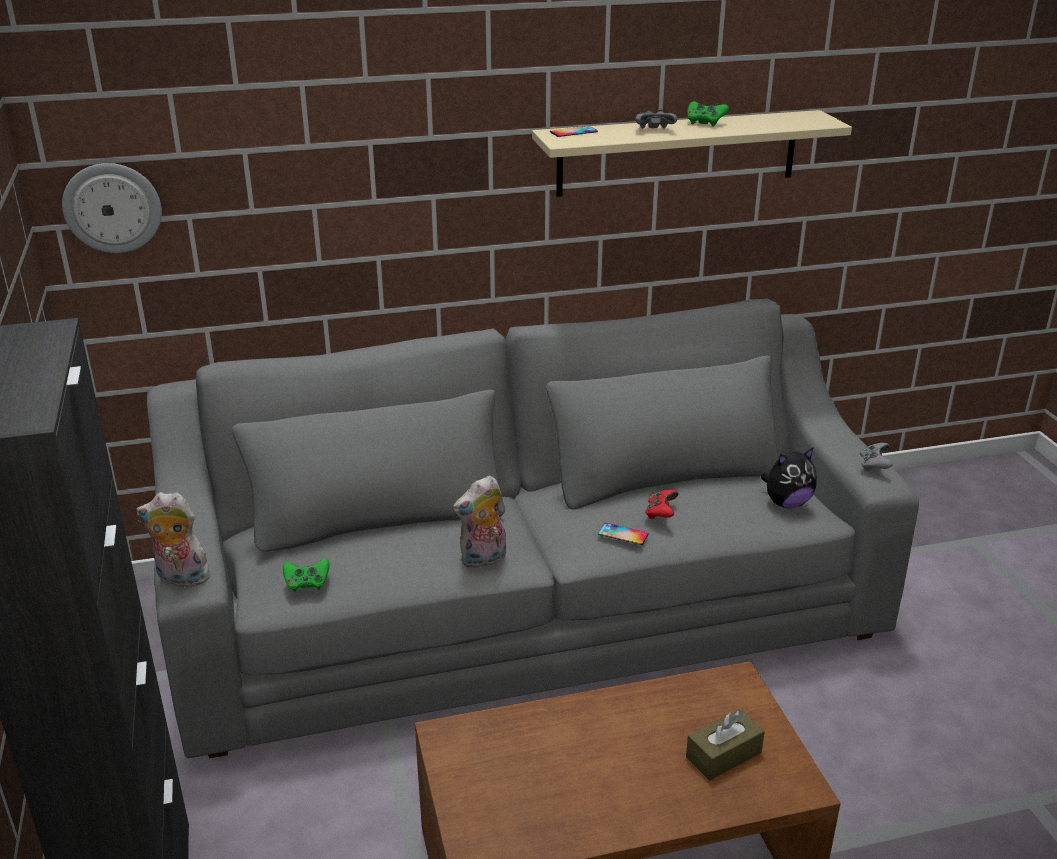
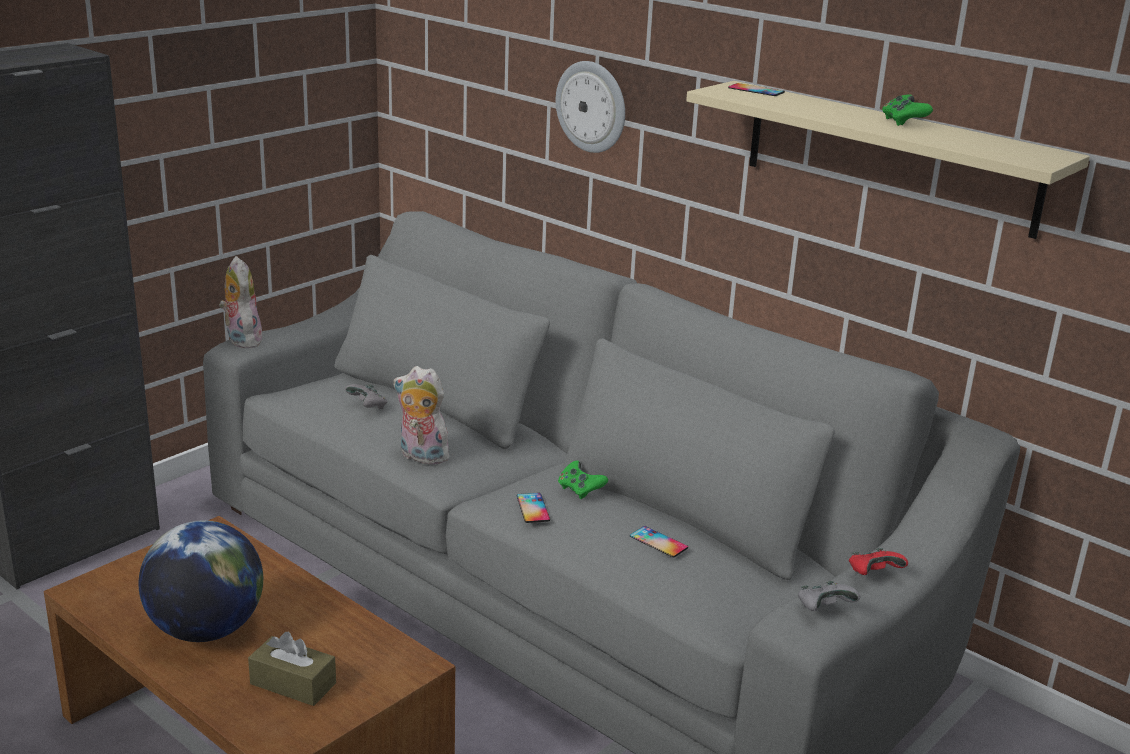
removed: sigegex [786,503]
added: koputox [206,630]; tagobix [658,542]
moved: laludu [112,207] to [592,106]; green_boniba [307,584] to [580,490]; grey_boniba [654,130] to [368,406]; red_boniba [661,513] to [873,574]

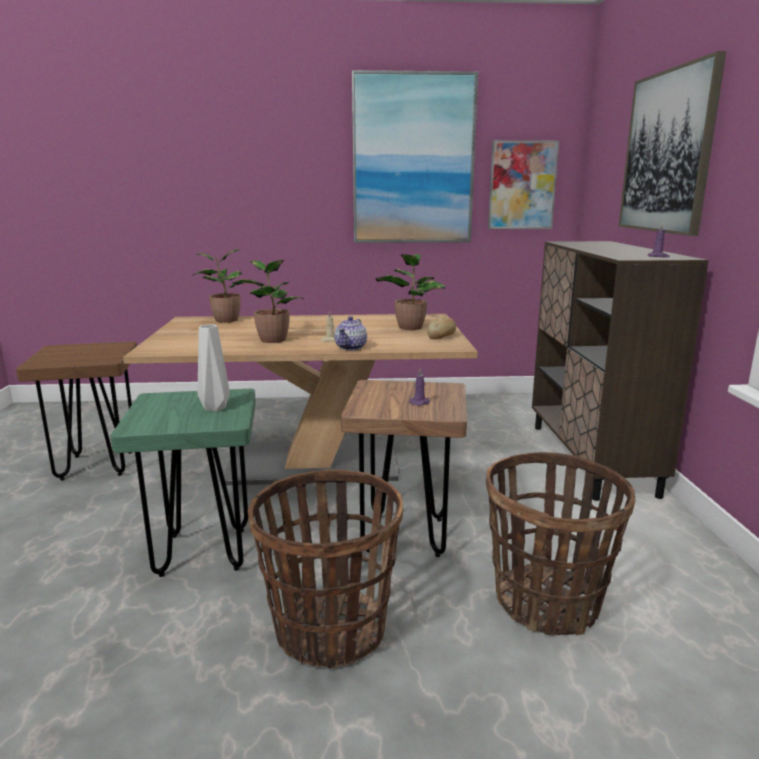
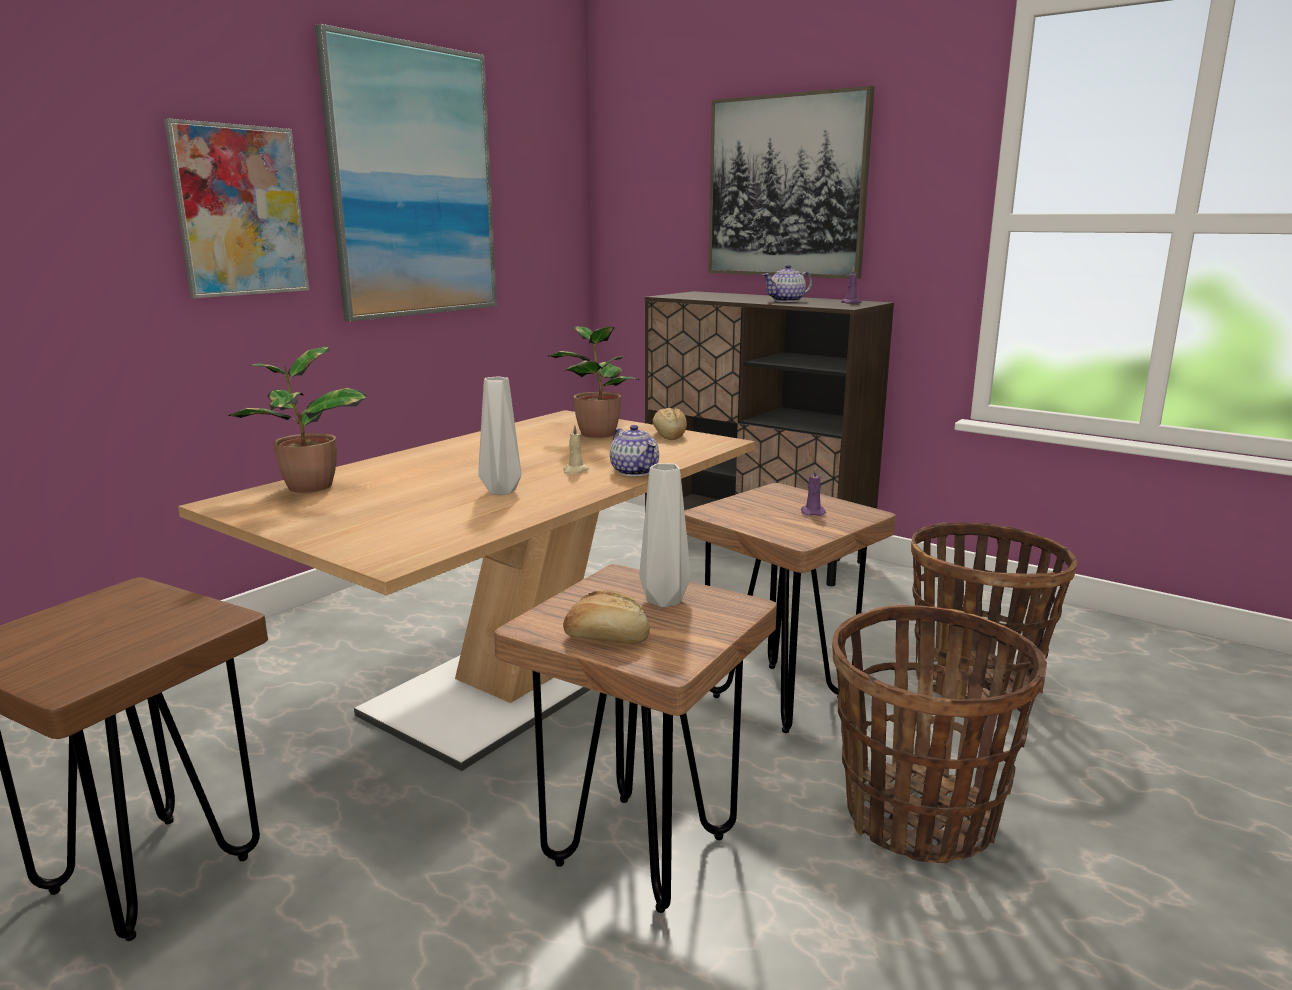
added: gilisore [606,637]; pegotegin [787,301]
moved: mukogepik [522,185] to [240,211]
replaced: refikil [271,339] to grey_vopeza [502,491]
recoloured: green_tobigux [203,552] to brown_tobigux [640,851]

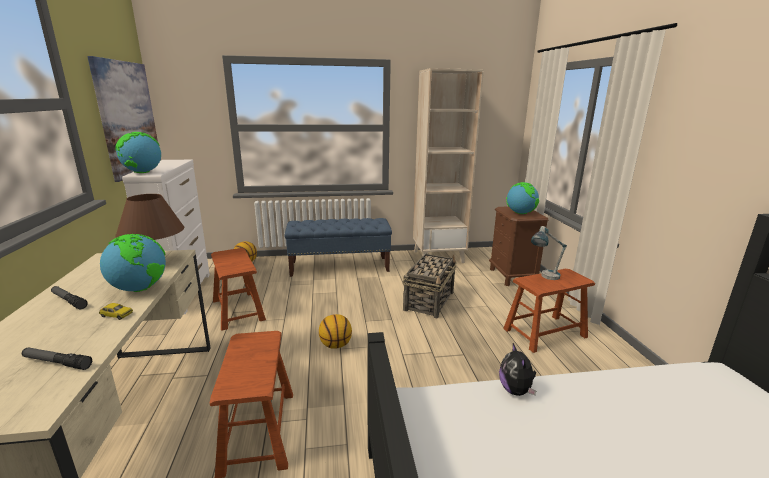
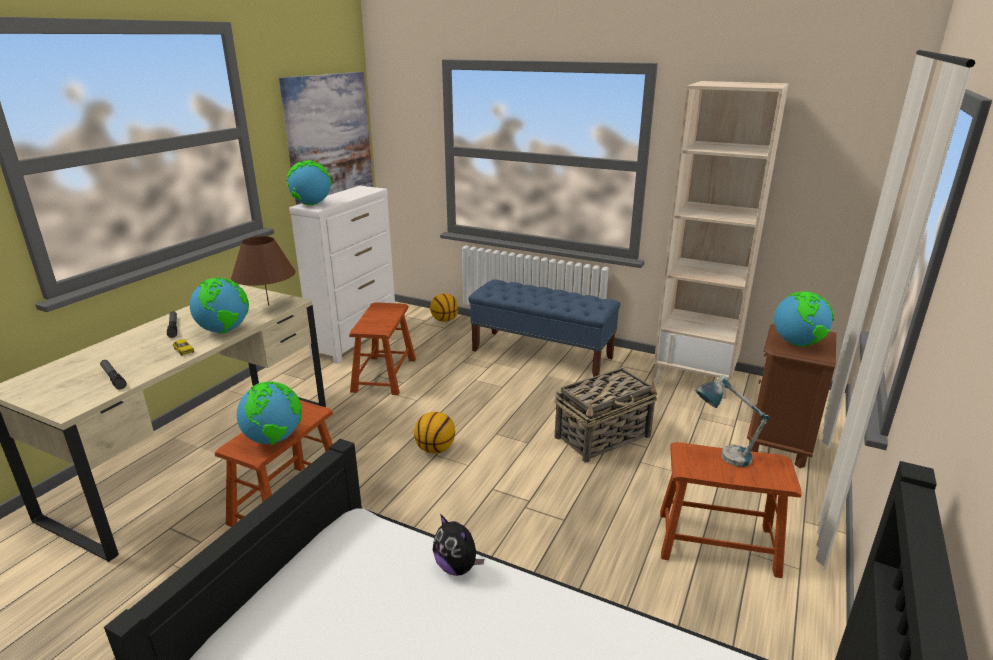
added: koputox [274,439]
turned: sigegex [516,390] = [457,567] 75 degrees counterclockwise

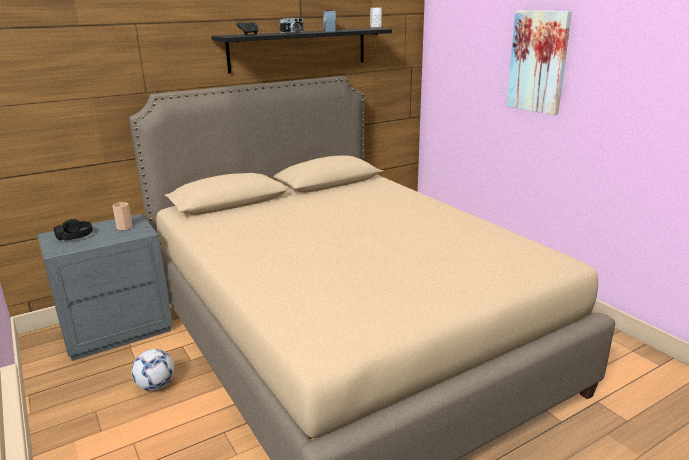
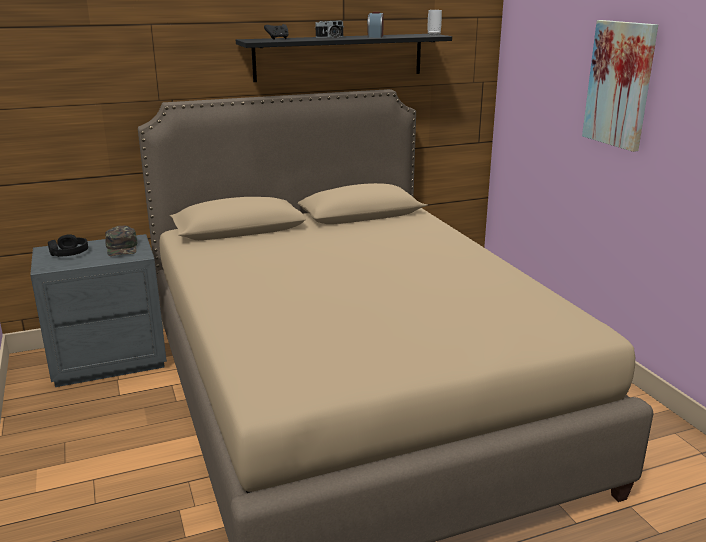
removed: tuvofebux [156,386]
replaced: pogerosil [124,227] to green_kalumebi [122,248]

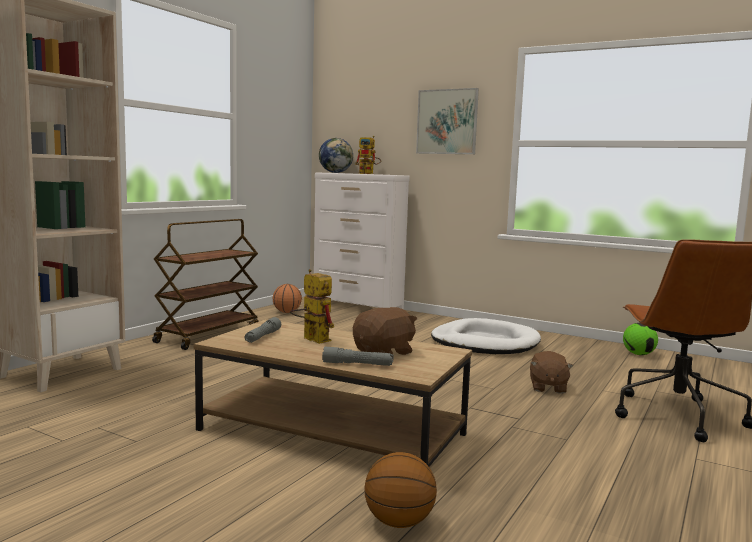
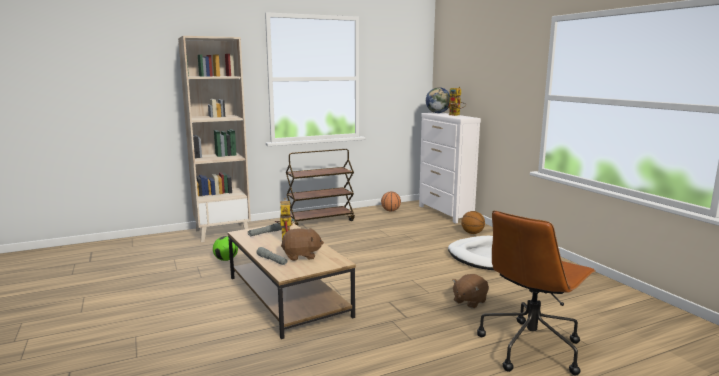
removed: mukogepik [447,122]
moved: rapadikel [398,522] to [472,233]; tuvofebux [638,354] to [226,259]

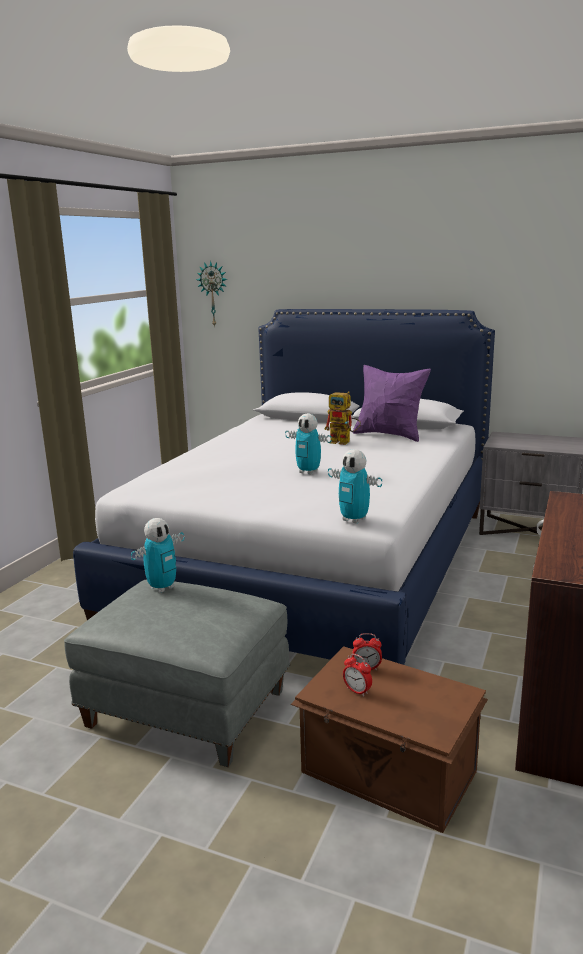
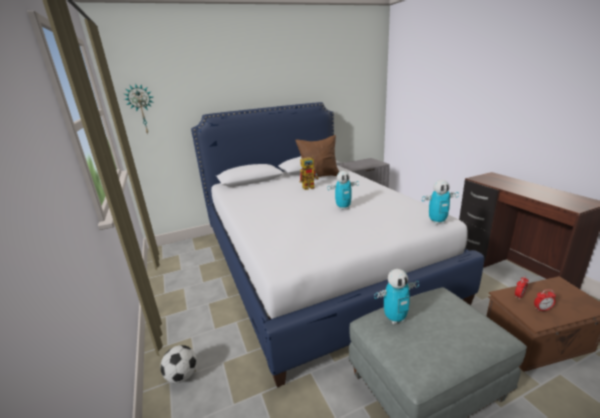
added: tuvofebux [182,376]
recoloured: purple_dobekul [389,435] to brown_dobekul [319,177]
turned: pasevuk [162,587] = [395,318] 75 degrees clockwise

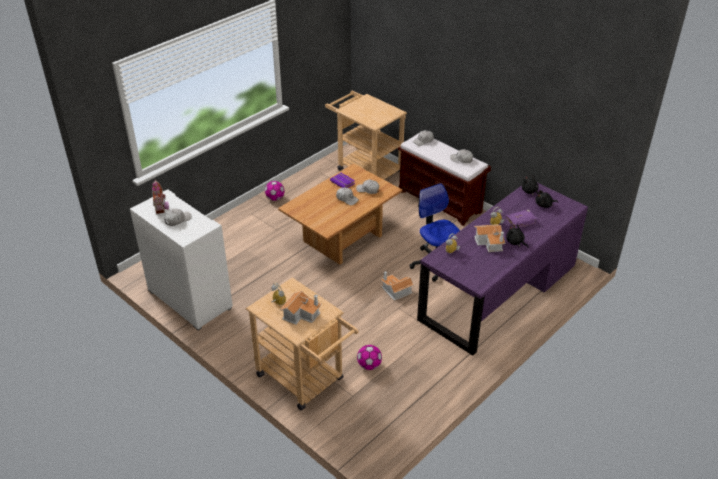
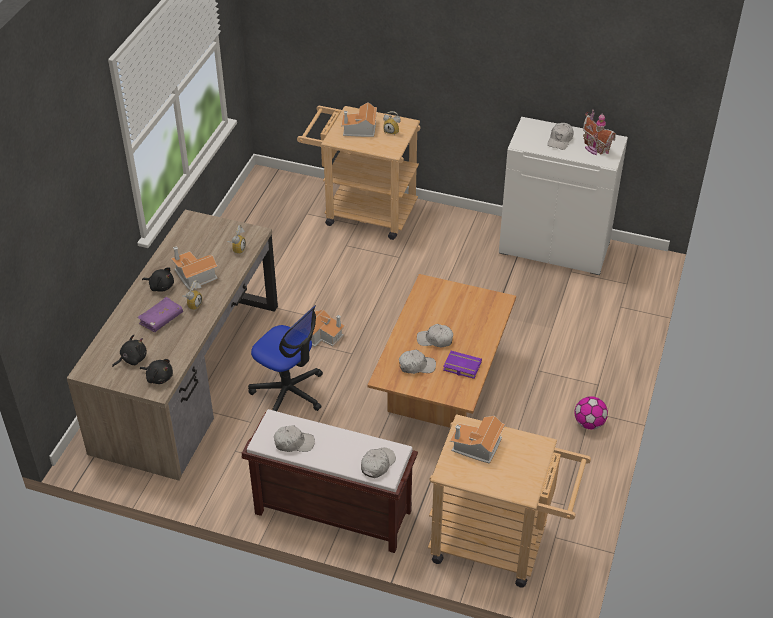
removed: tuvofebux [369,365]
added: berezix [476,447]
recoloured: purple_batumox [498,292] to brown_batumox [188,377]

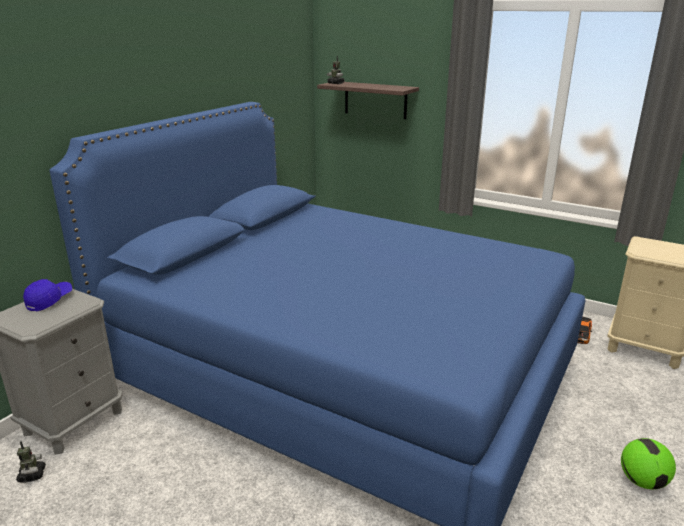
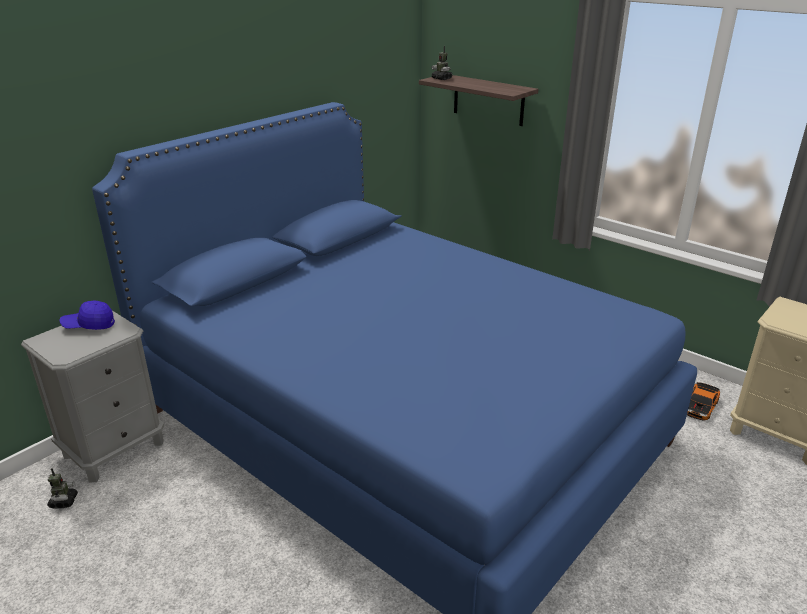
removed: tuvofebux [642,481]
turned: blue_kalumebi [49,300] = [89,325] 135 degrees counterclockwise

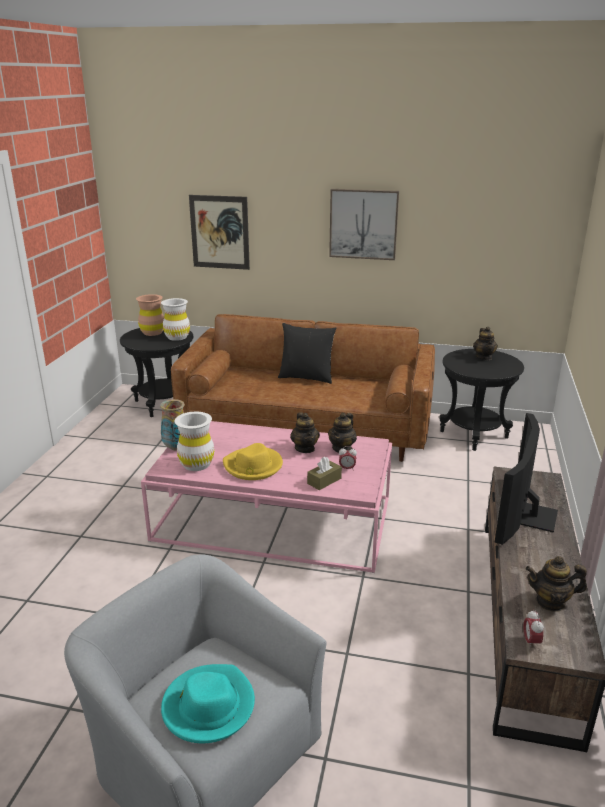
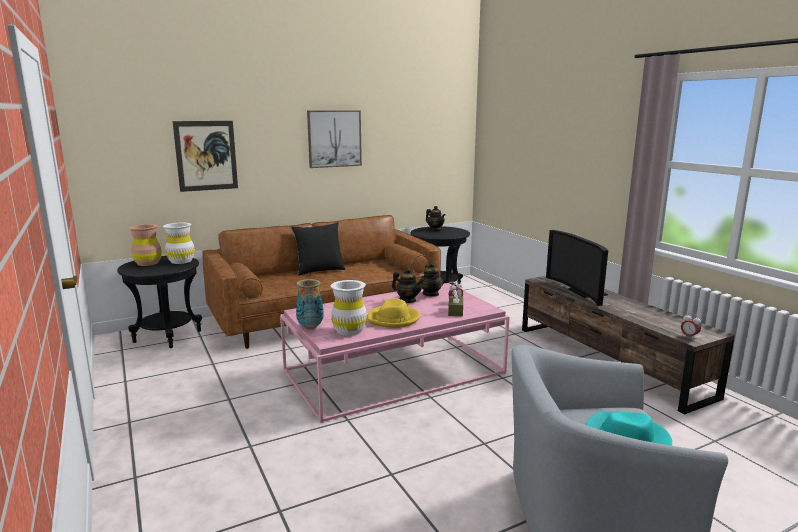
removed: pegotegin [551,602]

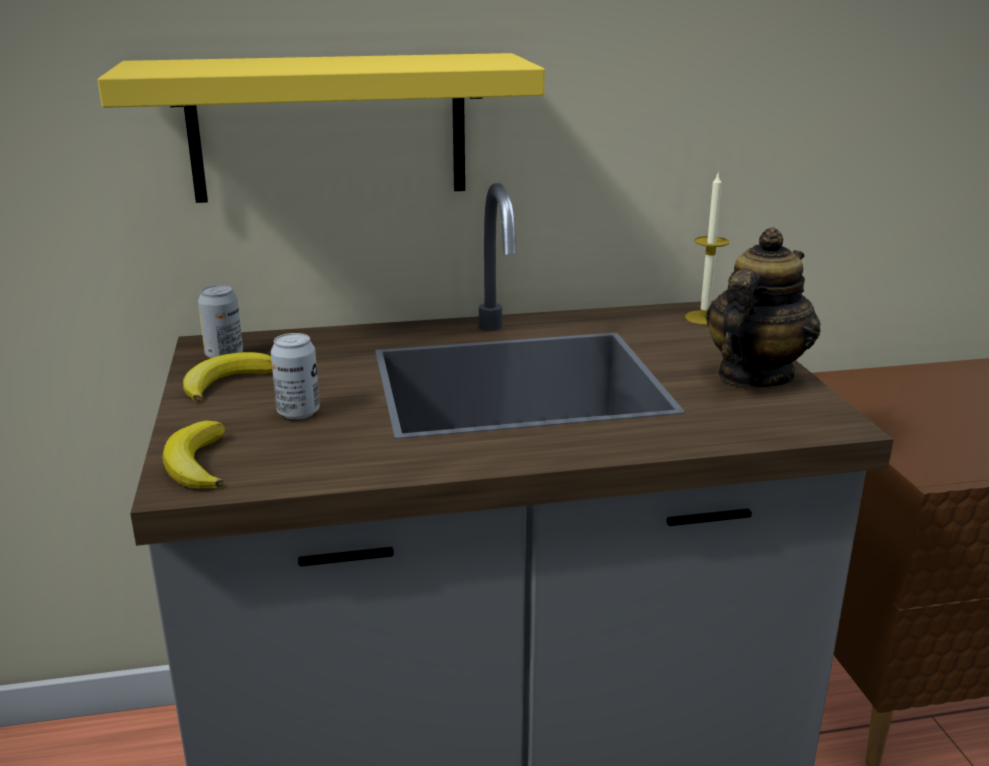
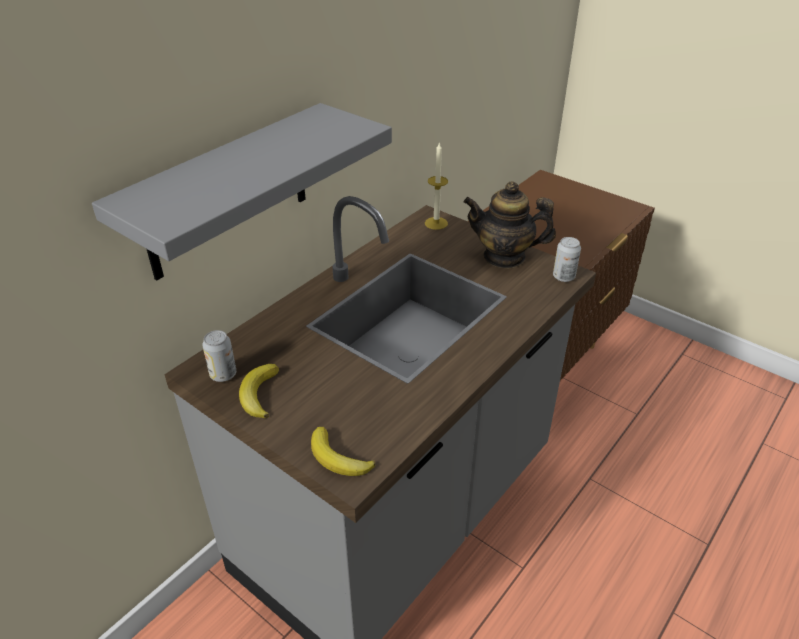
moved: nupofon [298,412] to [563,277]
recoloured: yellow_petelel [329,128] to grey_petelel [227,192]
turned: pegotegin [753,375] = [504,257] 75 degrees counterclockwise

